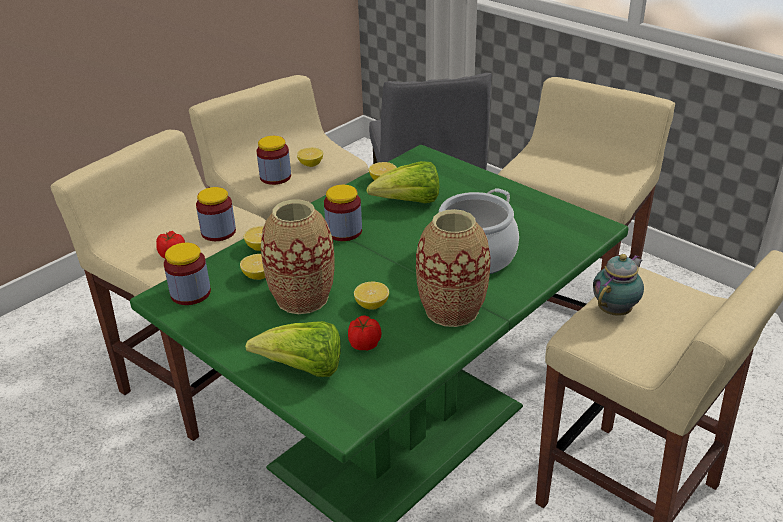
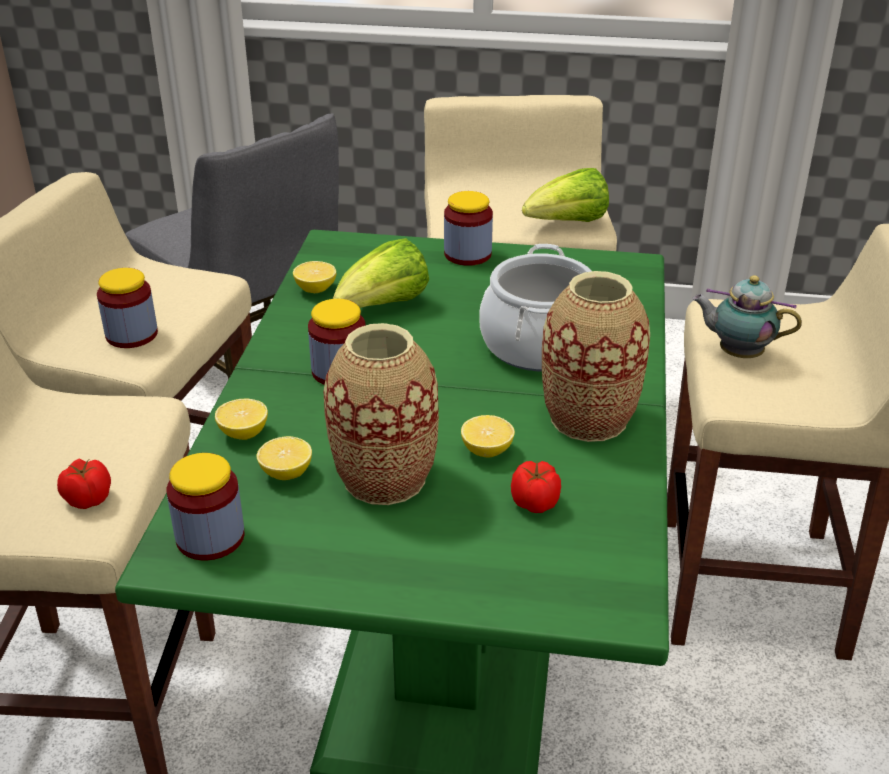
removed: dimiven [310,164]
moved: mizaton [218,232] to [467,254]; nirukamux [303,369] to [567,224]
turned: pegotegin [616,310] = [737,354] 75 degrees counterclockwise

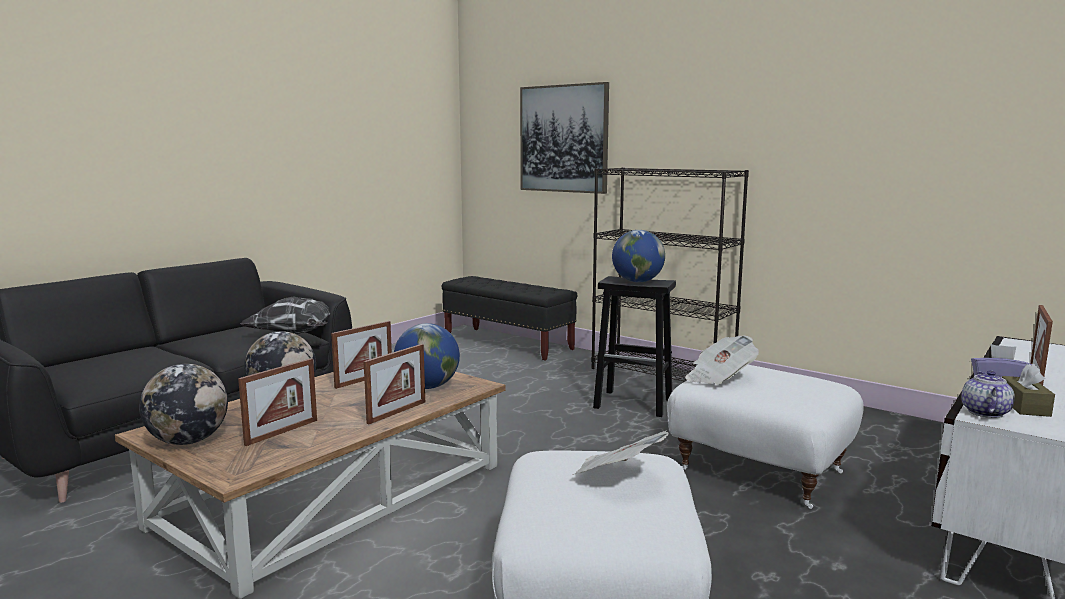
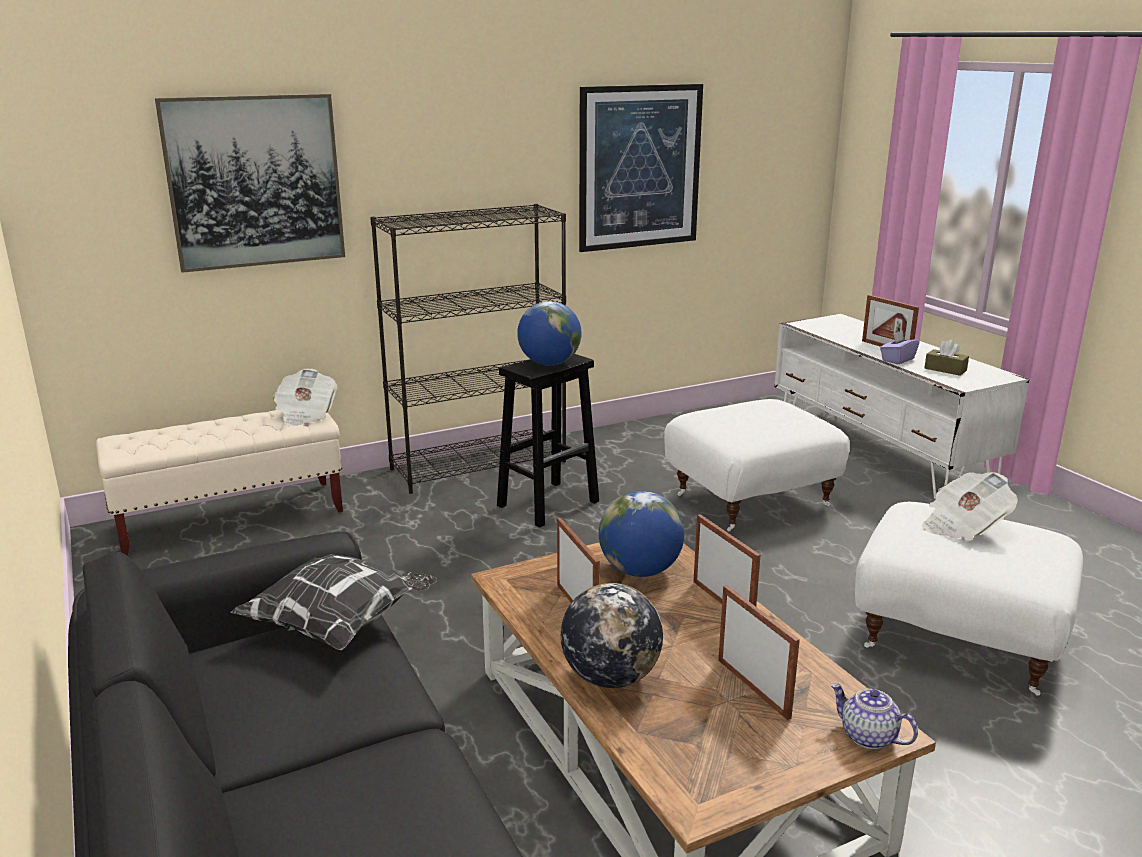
removed: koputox [188,441]
added: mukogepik [639,167]
moved: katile [719,378] to [305,414]; pegotegin [984,412] to [867,736]
recoloured: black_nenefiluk [508,344] to beige_nenefiluk [232,518]

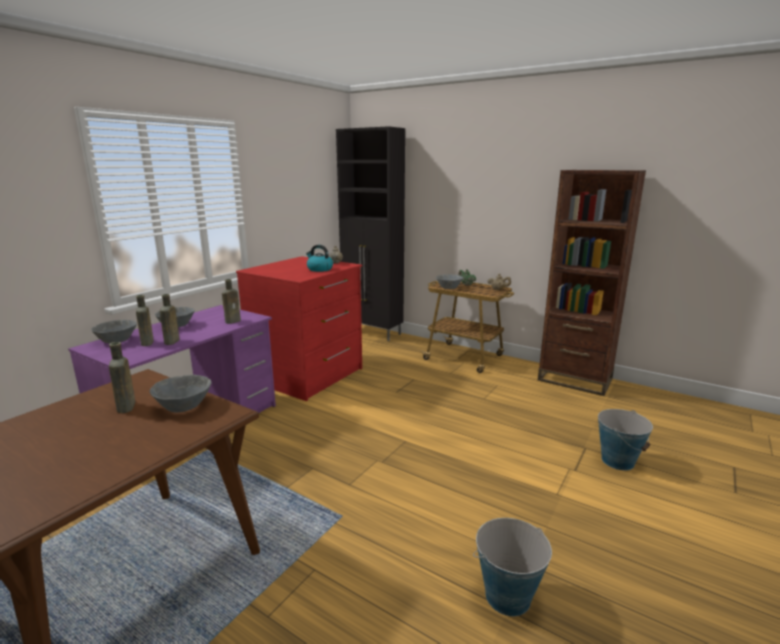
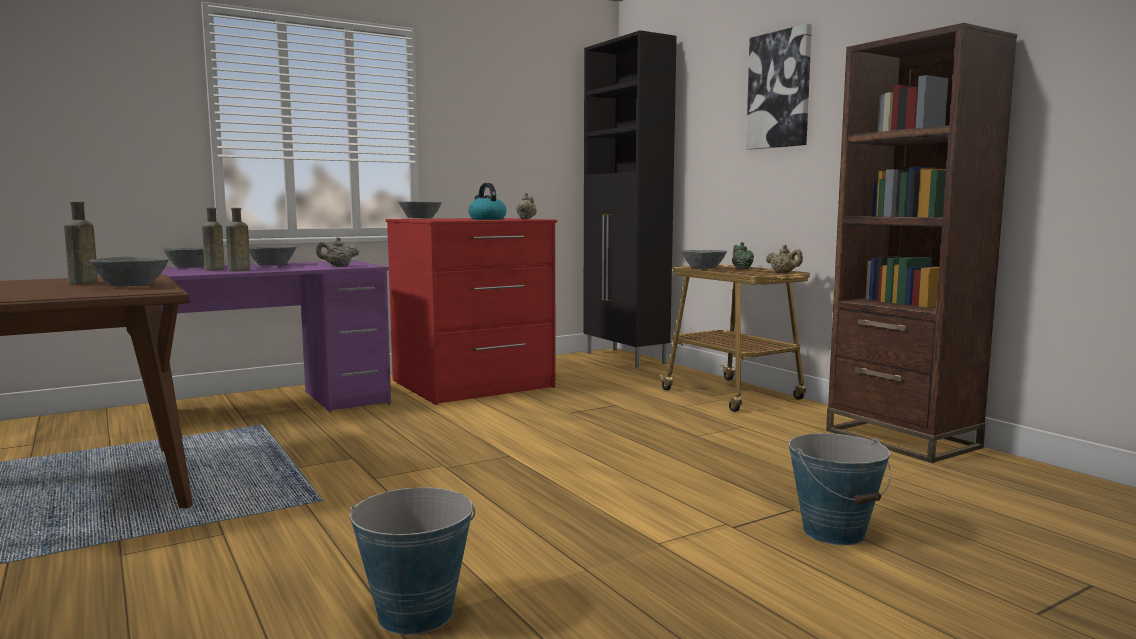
added: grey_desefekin [420,218]; mukogepik [779,90]
replaced: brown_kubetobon [234,321] to beige_pegotegin [338,266]

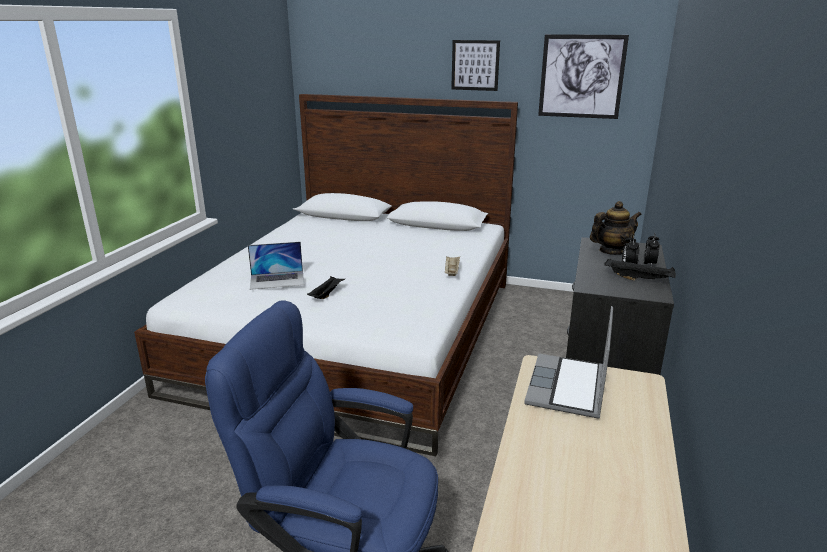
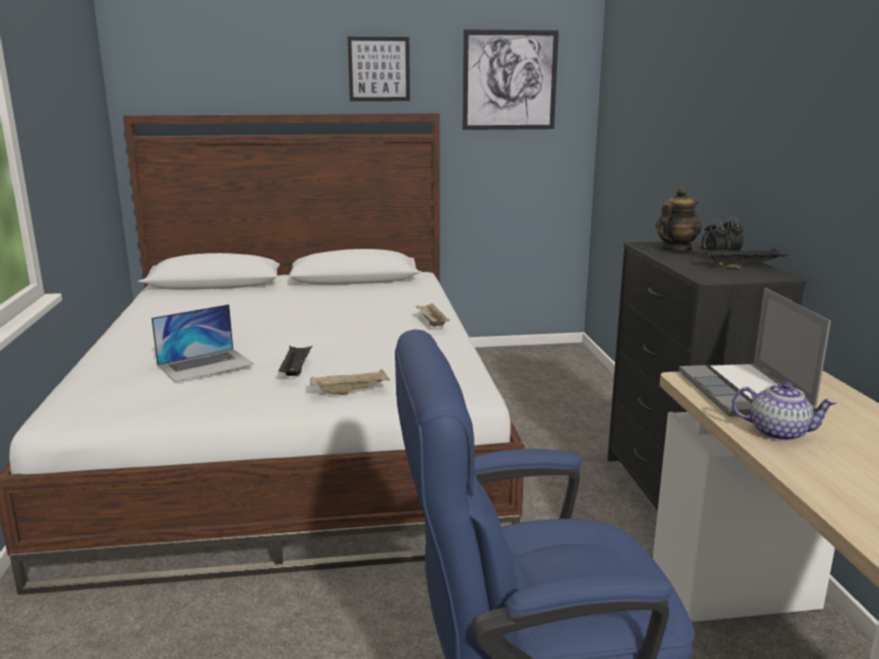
added: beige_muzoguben [351,392]; pegotegin [778,432]

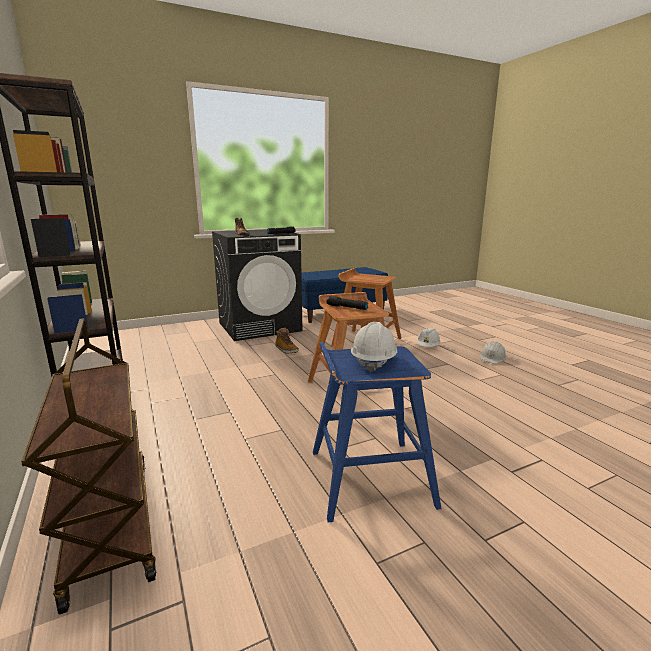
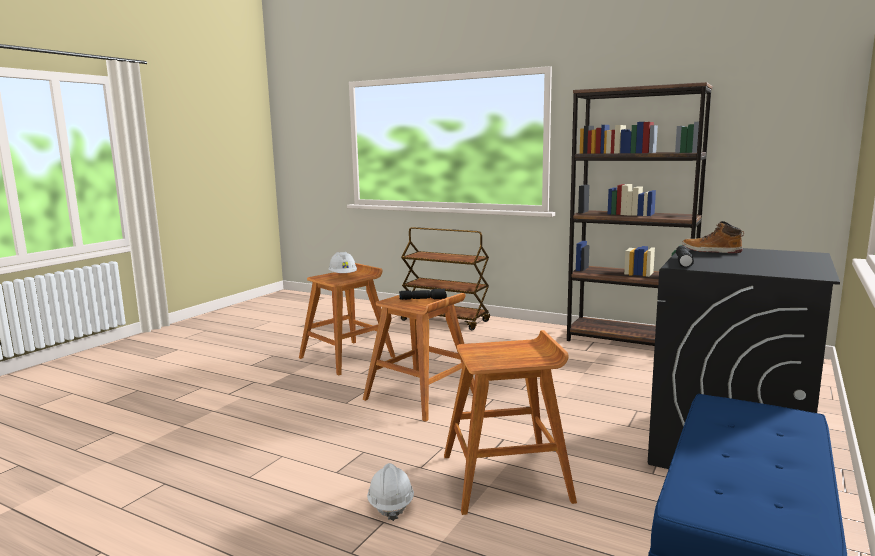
removed: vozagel [286,350]; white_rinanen [492,357]
recoloured: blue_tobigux [368,477] to brown_tobigux [348,357]

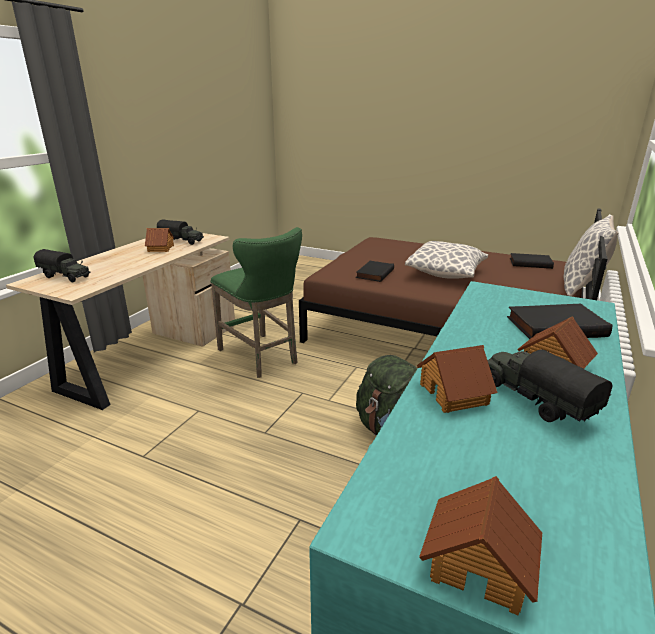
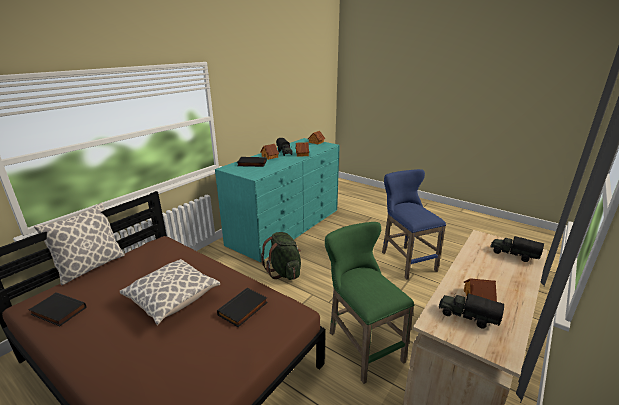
added: blue_tobigux [405,260]

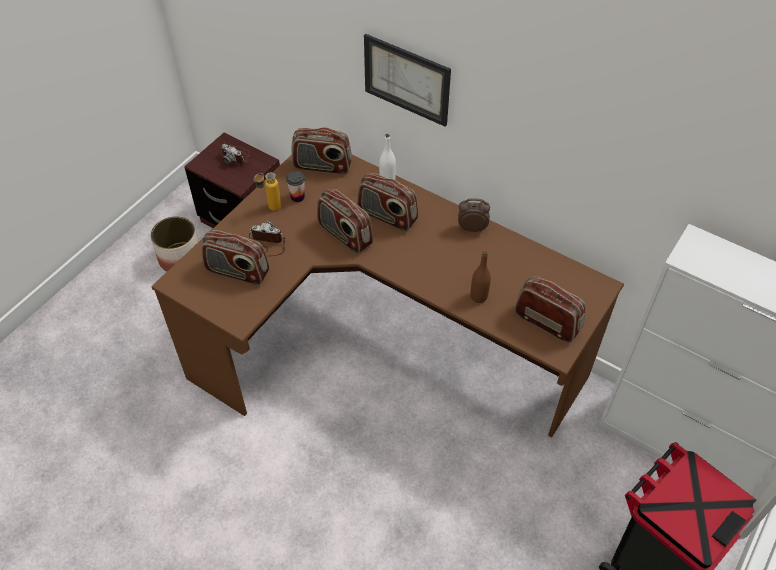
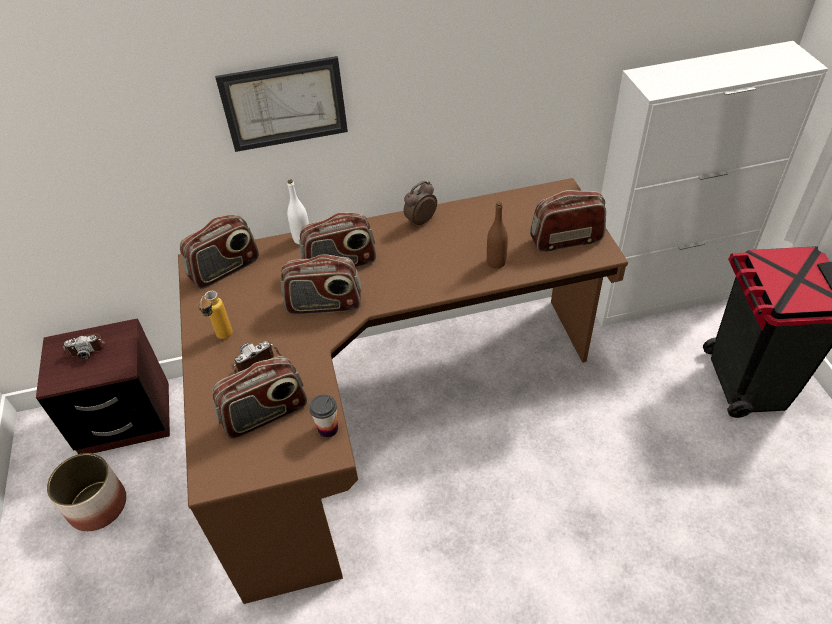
moved: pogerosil [297,197] to [328,429]

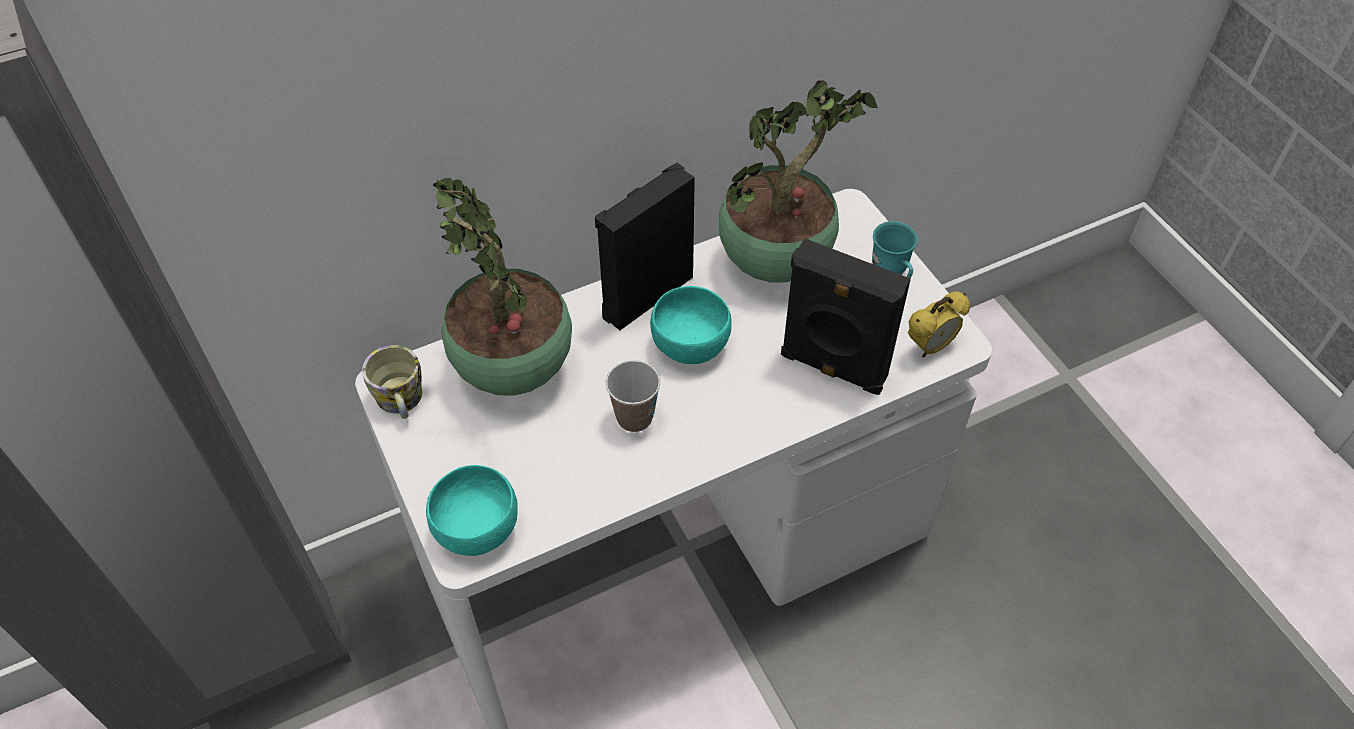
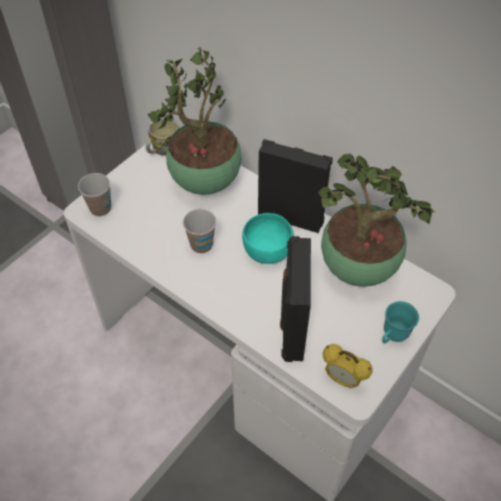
replaced: turquoise_desefekin [476,529] to pogerosil [100,208]

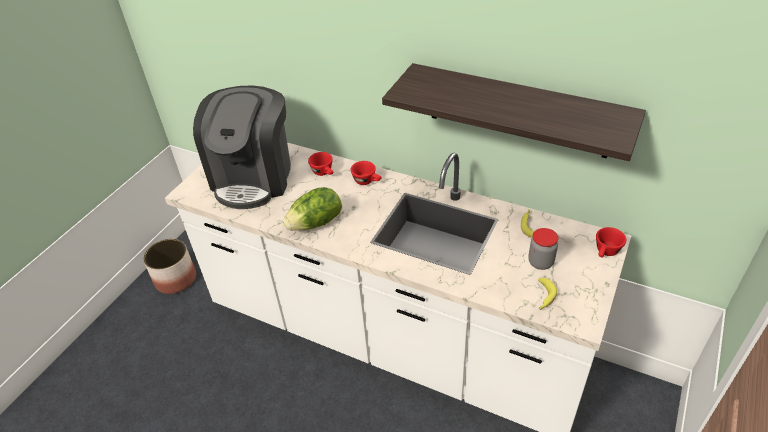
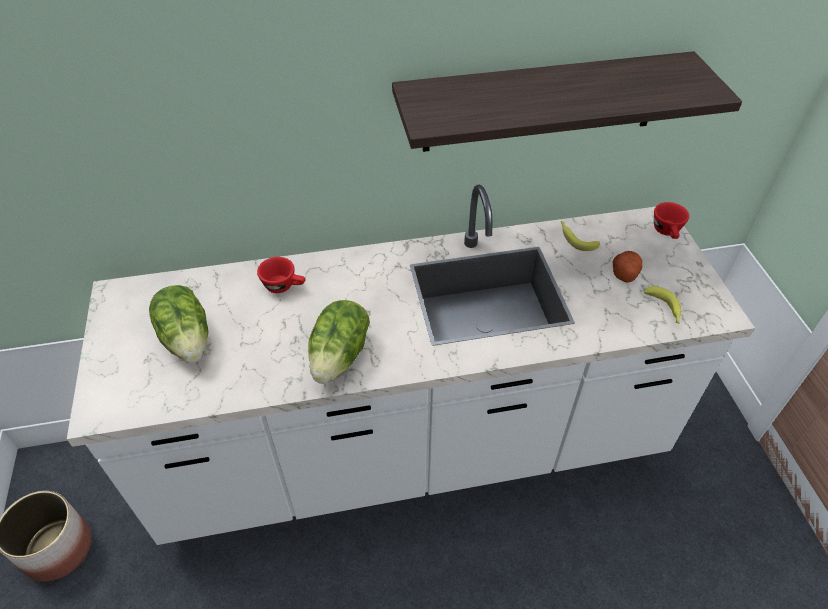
removed: red_pogerosil [367,181]
replaced: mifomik [254,177] to nirukamux [188,338]; mizaton [540,262] to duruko [624,273]

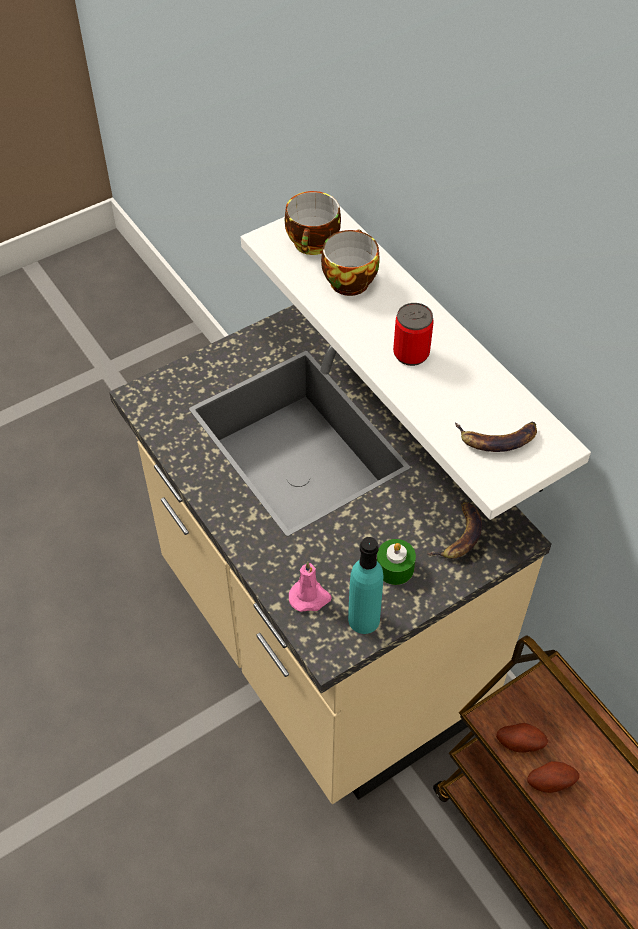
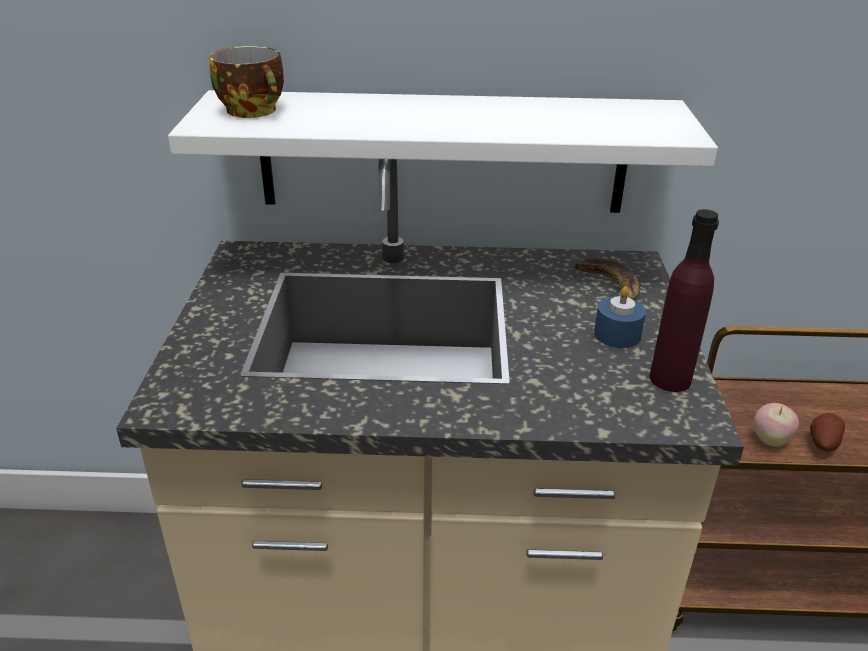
removed: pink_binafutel [310,597]; pogerosil [348,279]; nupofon [411,353]; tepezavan [497,438]
replaced: duruko [520,742] to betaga [770,440]
recoloured: turquoise_kubetobon [363,619] to purple_kubetobon [670,379]; green_binafutel [395,568] to blue_binafutel [617,334]

